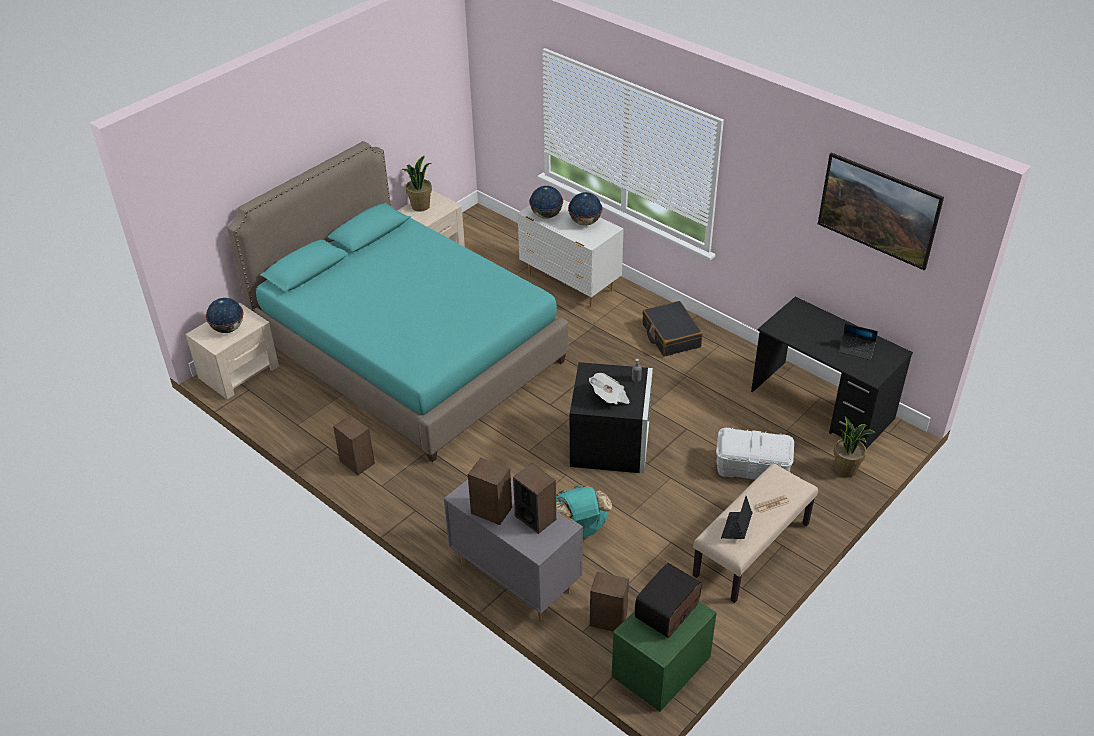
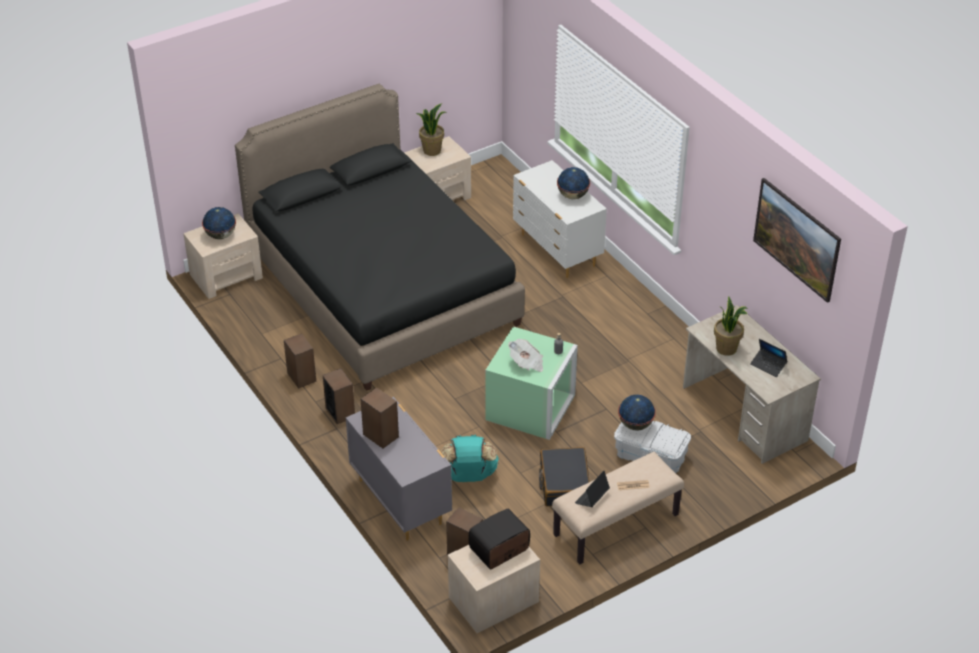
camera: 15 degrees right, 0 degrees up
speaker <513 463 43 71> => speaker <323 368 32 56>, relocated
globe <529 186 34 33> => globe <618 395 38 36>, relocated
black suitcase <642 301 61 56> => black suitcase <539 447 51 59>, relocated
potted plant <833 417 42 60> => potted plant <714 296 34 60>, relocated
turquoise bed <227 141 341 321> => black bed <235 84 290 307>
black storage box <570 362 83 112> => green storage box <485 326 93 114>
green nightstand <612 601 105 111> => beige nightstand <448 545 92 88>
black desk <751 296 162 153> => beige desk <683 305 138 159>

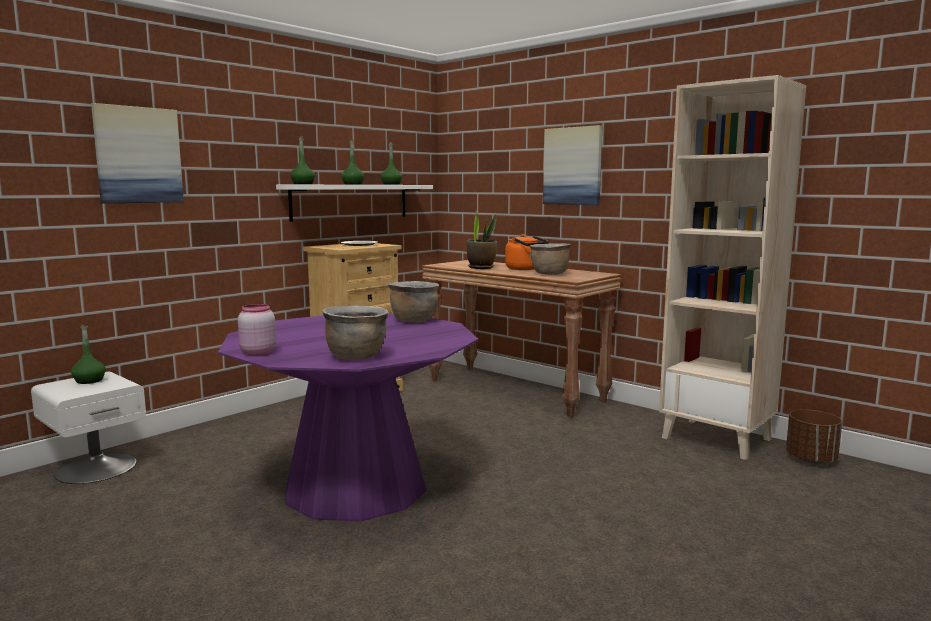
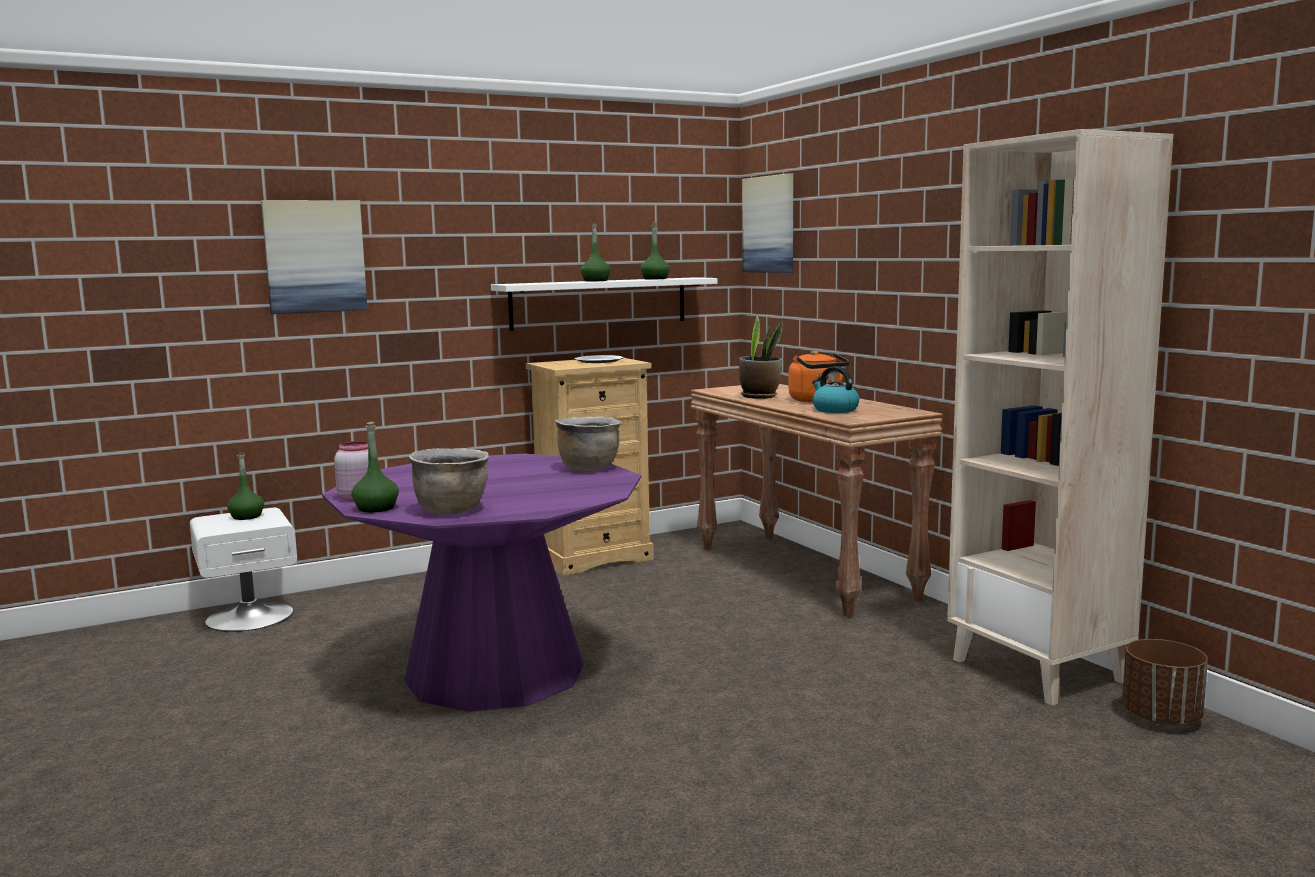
camera: 20 degrees right, 0 degrees up
green bottle <290 137 25 47> => green bottle <351 422 48 90>, relocated
picture <543 125 59 80> => picture <742 173 51 100>, relocated
brown cooking pot <530 243 41 32> => kettle <812 366 47 47>

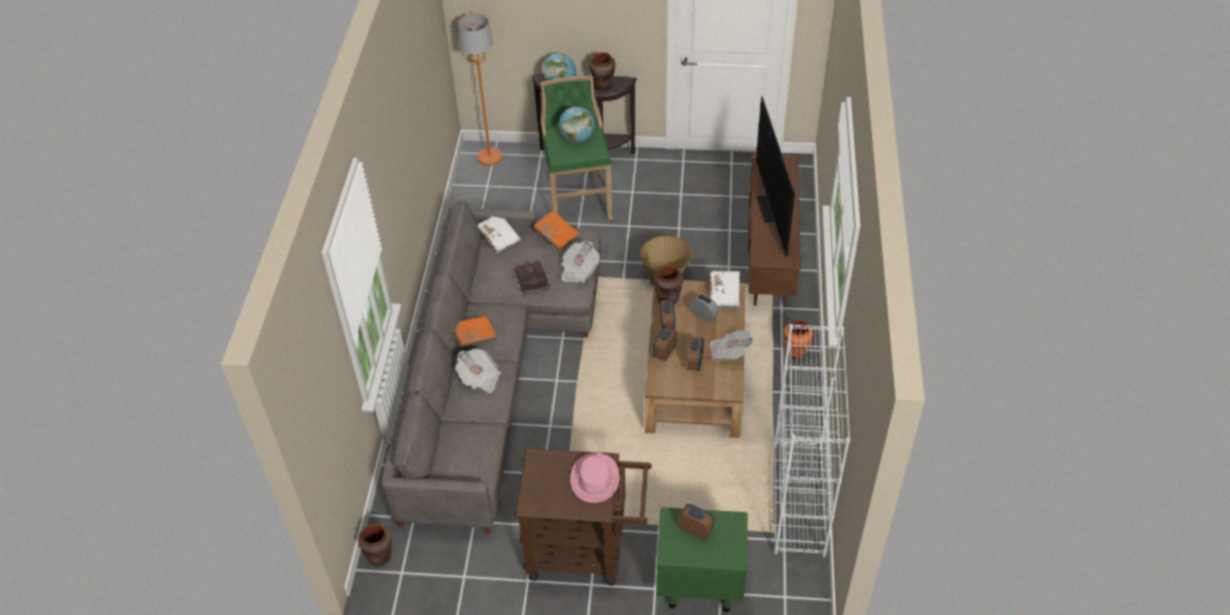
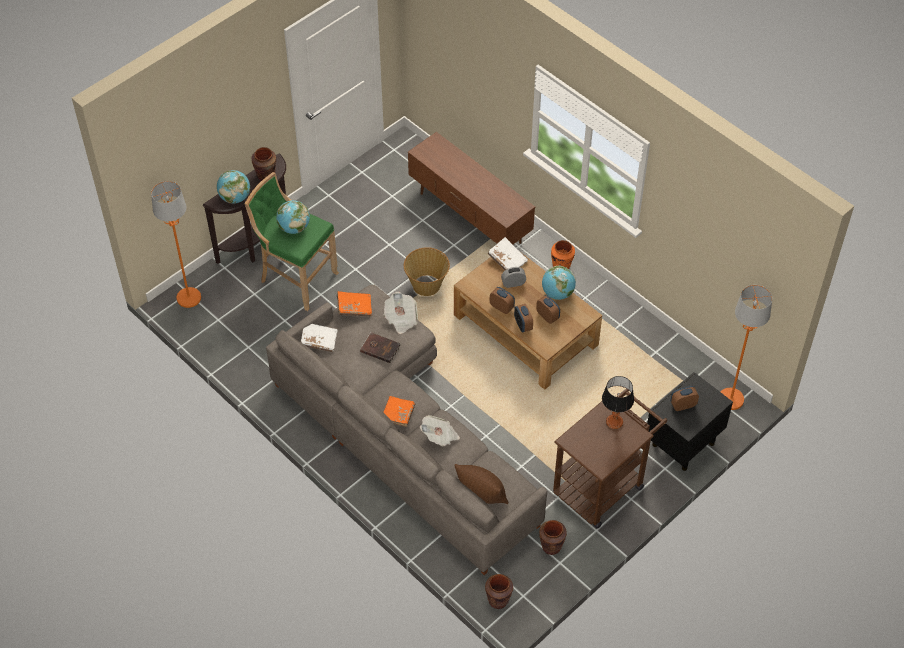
camera: 50 degrees left, 5 degrees up
television <756 96 39 161> => nothing
white bookcase <774 324 76 234> => nothing
nothing => brown pillow <454 464 55 40>
nothing => orange floor lamp <721 285 51 125>
brown vase <654 265 29 40> => brown vase <539 520 28 35>, relocated
pink hat <570 453 49 50> => table lamp <602 376 32 53>
newspaper <710 330 43 31> => globe <542 266 34 34>
green nightstand <656 507 92 105> => black nightstand <647 372 86 99>

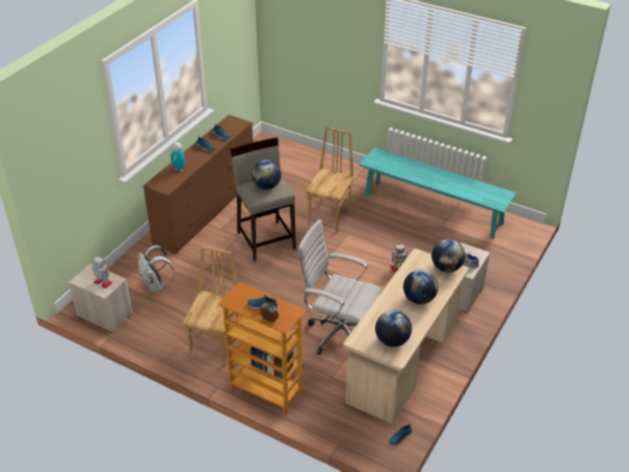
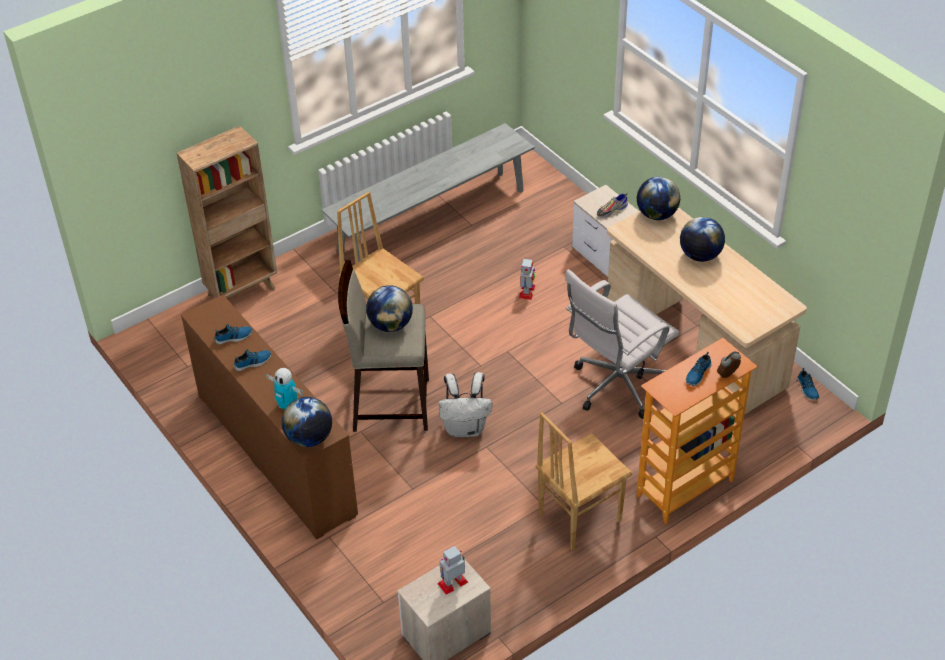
camera: 65 degrees left, 5 degrees up
nothing => brown bookcase <177 126 100 173>
white backpack <138 245 37 48> => white backpack <439 372 53 65>, relocated
globe <375 310 37 37> => globe <282 397 50 50>, relocated
turquoise bench <359 148 158 91> => grey bench <321 123 214 139>
brown chair <182 246 57 120> => brown chair <535 412 97 138>, 75 degrees counterclockwise

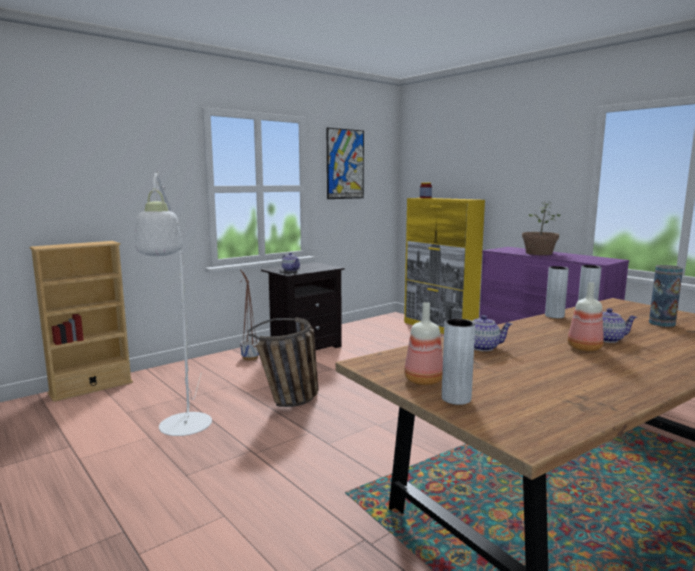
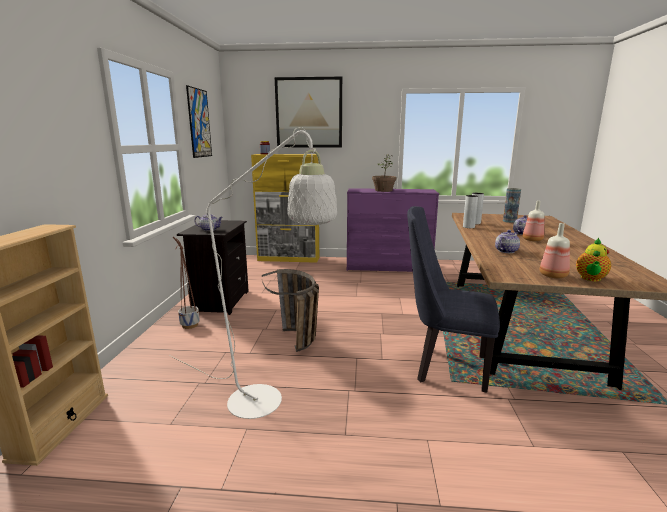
camera: 45 degrees left, 5 degrees up
nothing => picture <275 77 67 71>
nothing => blue chair <407 206 93 187>
grey vase <442 319 33 86> => teapot <576 238 35 43>

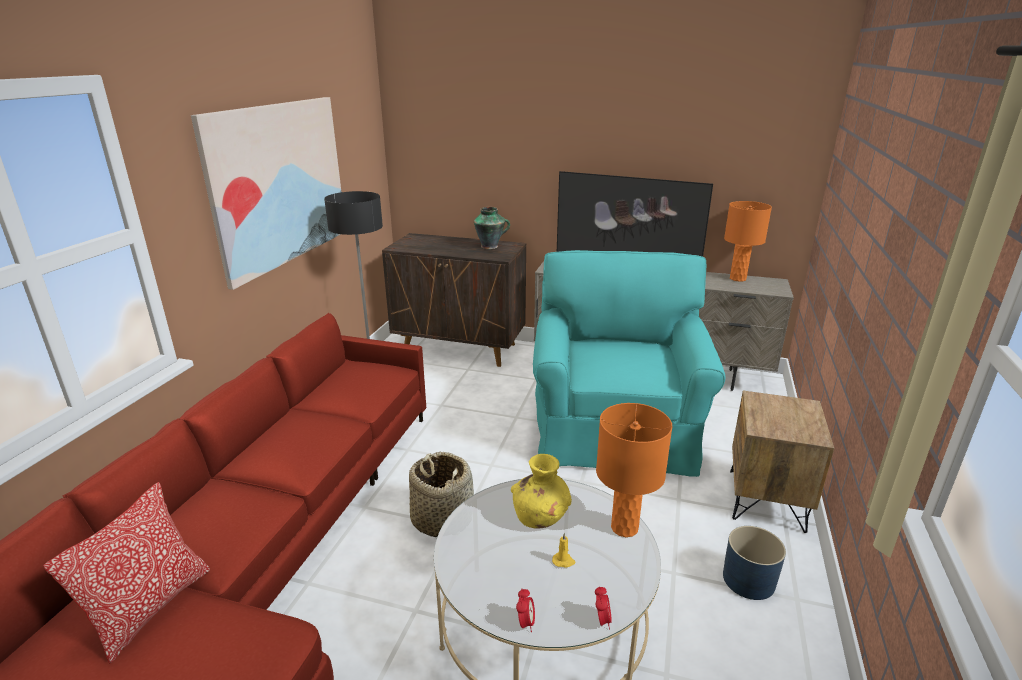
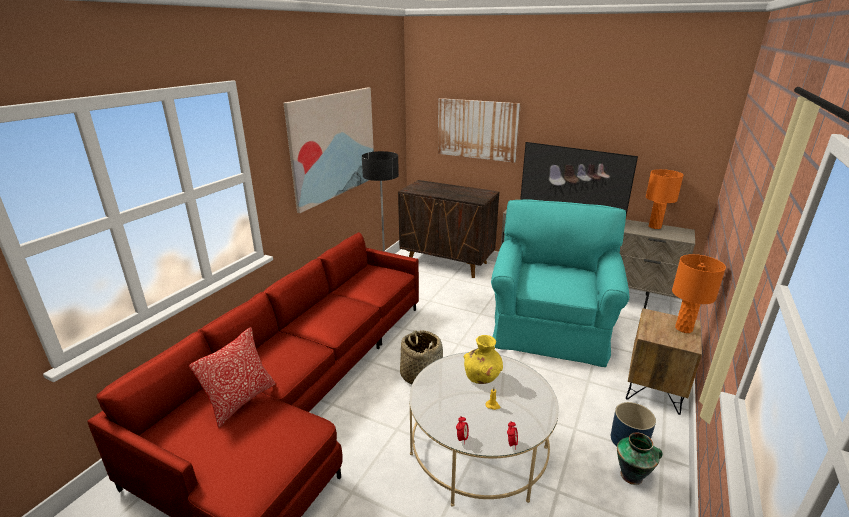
camera: 10 degrees right, 0 degrees up
nothing => picture <438 98 83 65>
vase <474 207 36 42> => vase <617 432 46 53>, relocated
orange table lamp <596 403 76 134> => orange table lamp <672 254 54 79>, relocated

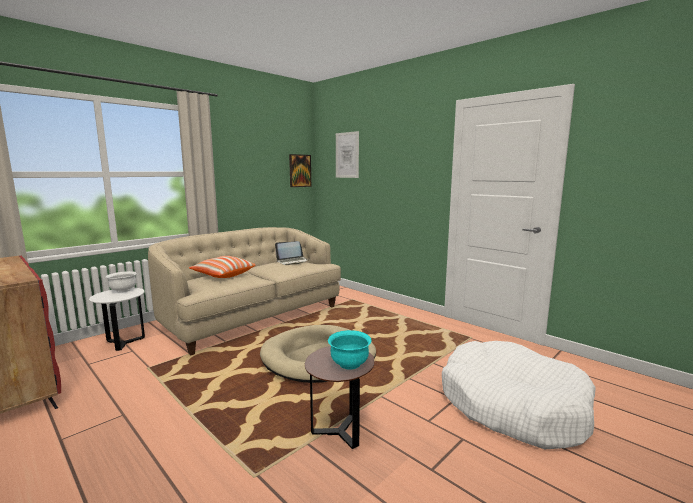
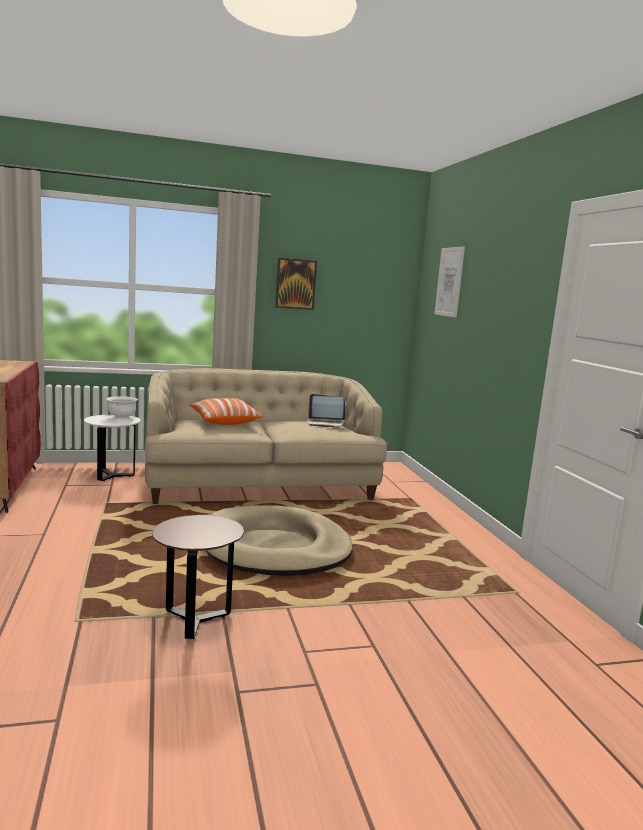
camera: 30 degrees right, 0 degrees up
turquoise bowl <328 330 44 40> => nothing
white dog bed <442 341 154 108> => nothing
picture <289 154 22 33> => picture <275 258 42 52>, relocated

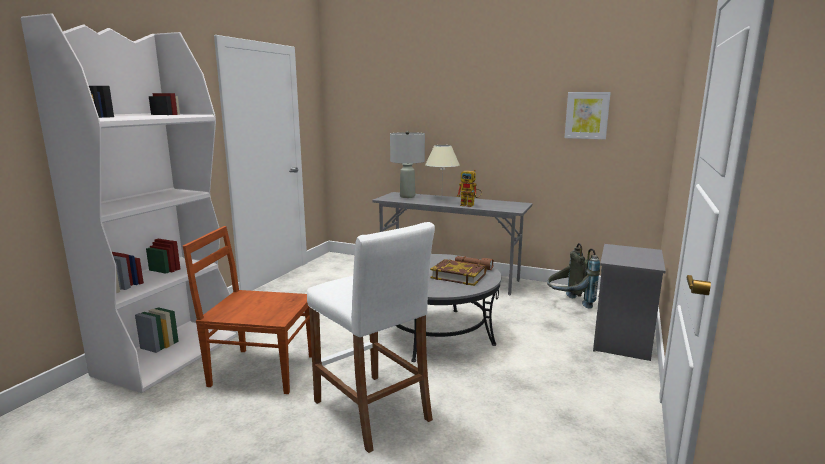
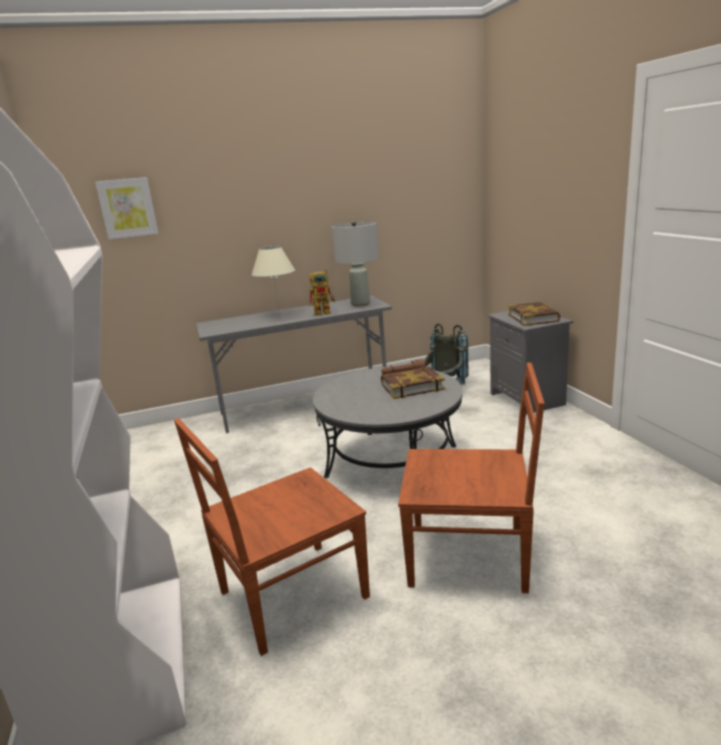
camera: 40 degrees left, 5 degrees up
nothing => book <508 302 53 24>
grey table lamp <390 131 35 67> => grey table lamp <332 221 47 86>, relocated
picture <565 92 46 47> => picture <95 177 64 63>, relocated
white stool <307 222 128 231> => brown chair <398 363 147 230>

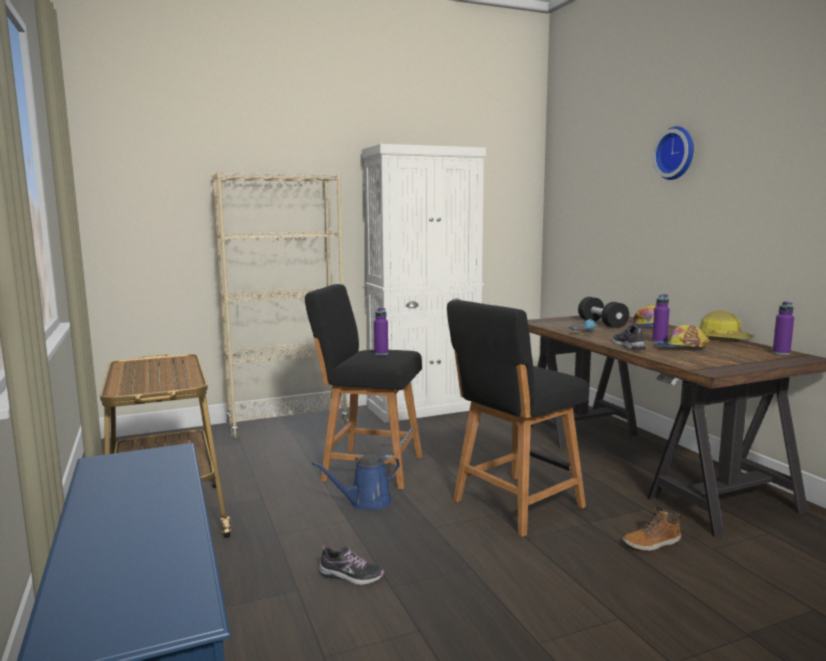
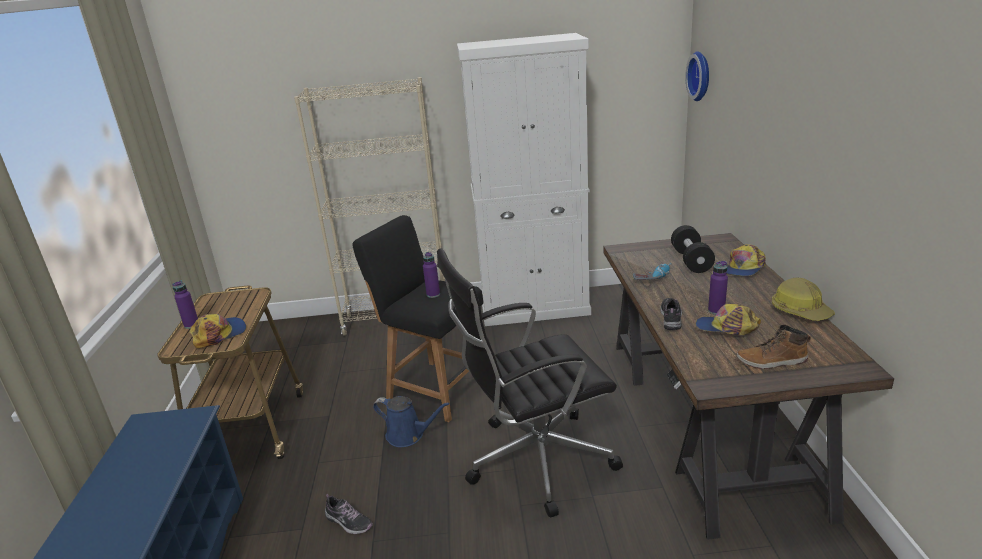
camera: 20 degrees right, 15 degrees up
nothing => cap <189 314 57 34>
boot <622 506 59 45> => boot <737 325 74 44>, relocated
wall clock <652 126 42 54> => wall clock <685 51 24 50>, relocated
purple bottle <773 302 21 53> => purple bottle <172 281 26 48>, relocated
black stool <447 300 142 237> => black office chair <437 248 186 269>
blue watering can <312 454 88 56> => blue watering can <373 396 77 51>, 150 degrees counterclockwise

